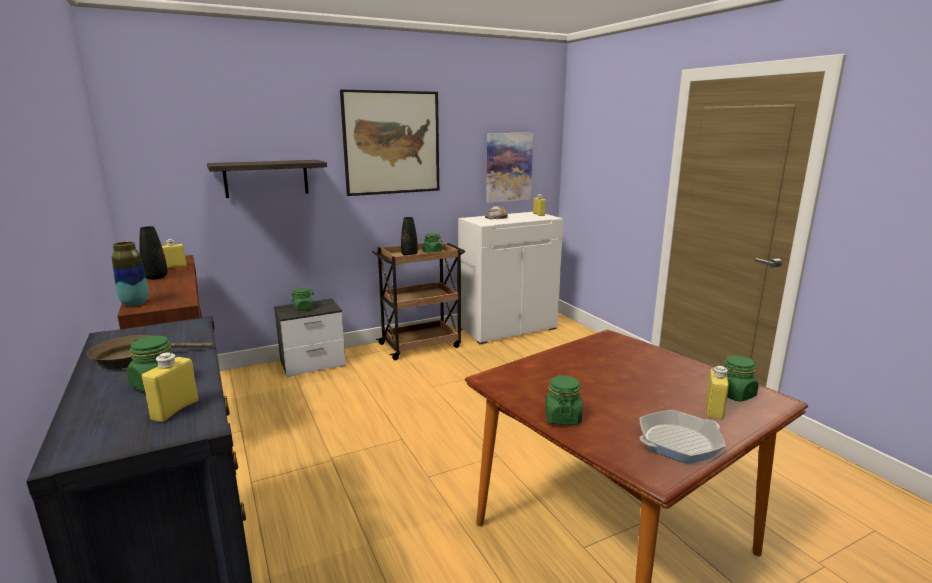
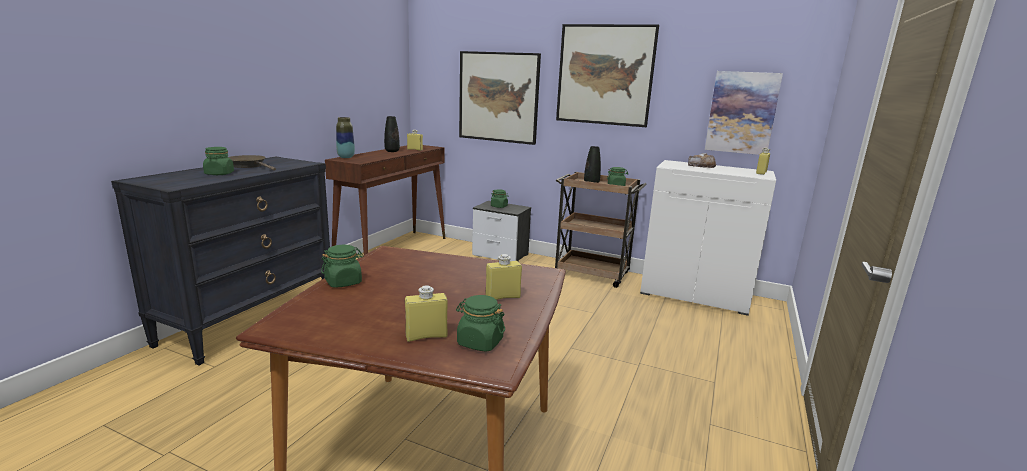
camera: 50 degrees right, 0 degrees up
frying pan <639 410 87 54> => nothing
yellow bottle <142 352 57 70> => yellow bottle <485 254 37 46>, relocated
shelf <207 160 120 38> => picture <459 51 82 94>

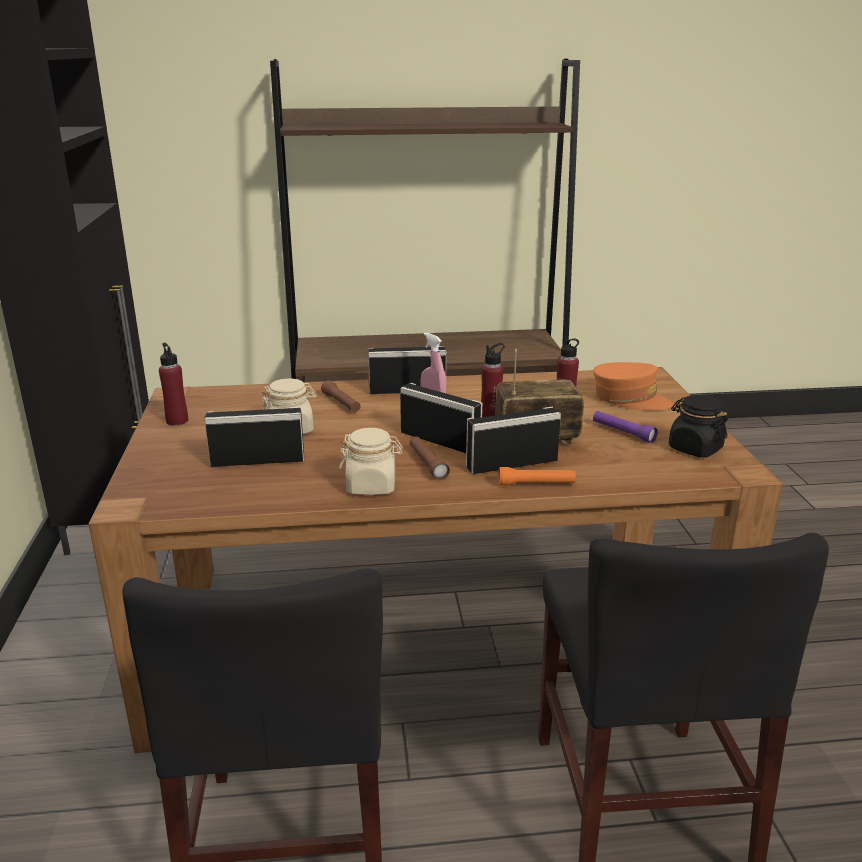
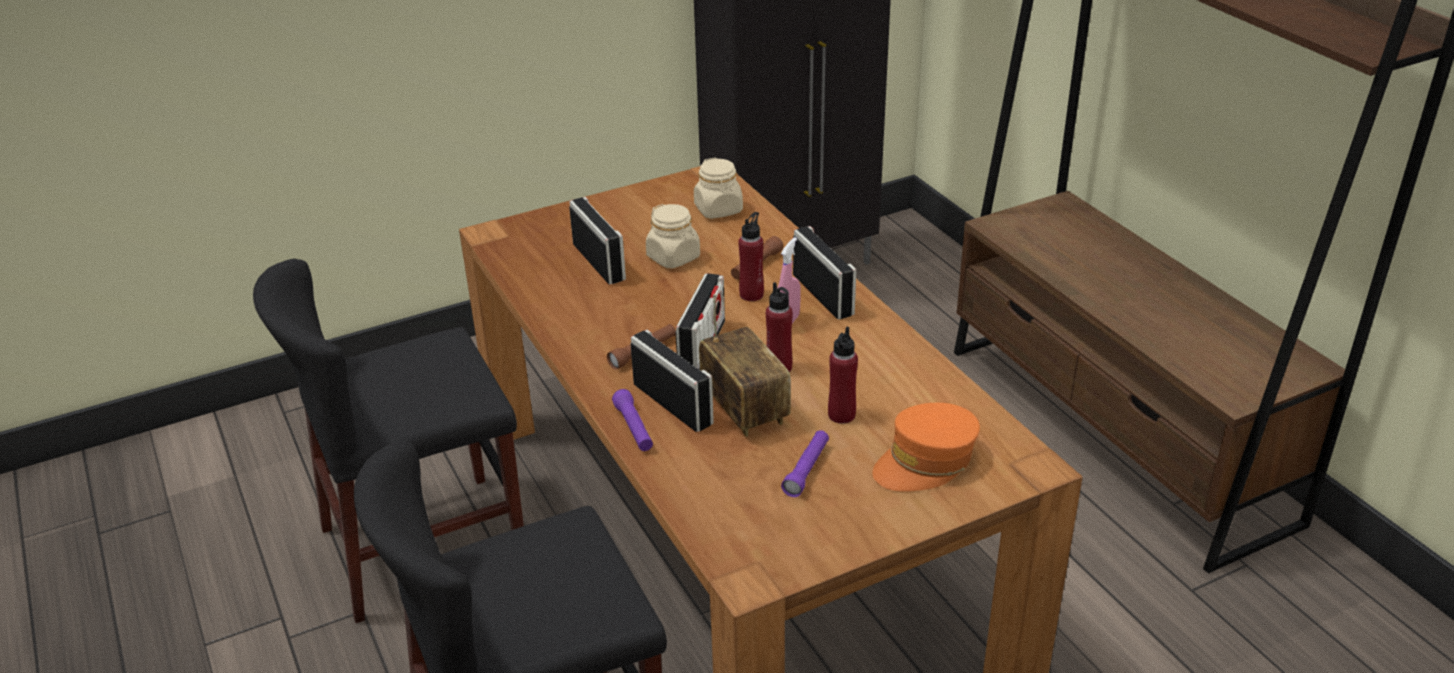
camera: 70 degrees right, 10 degrees up
black jar <669 395 59 63> => nothing
red bottle <159 343 29 83> => red bottle <739 212 25 89>, relocated
beige jar <339 428 64 67> => beige jar <694 158 49 61>, relocated
orange flashlight <499 467 77 18> => purple flashlight <612 389 41 62>
orange cap <593 362 81 49> => orange cap <873 403 107 89>, 45 degrees clockwise

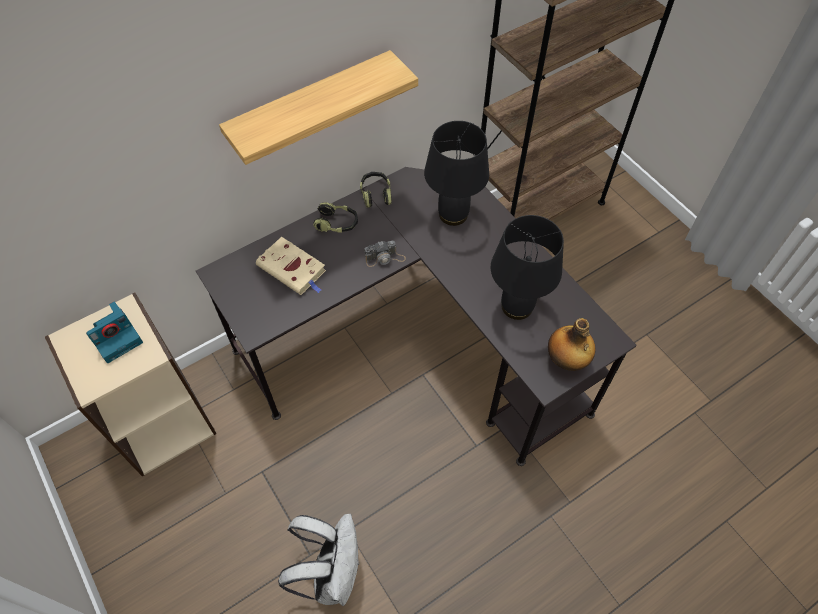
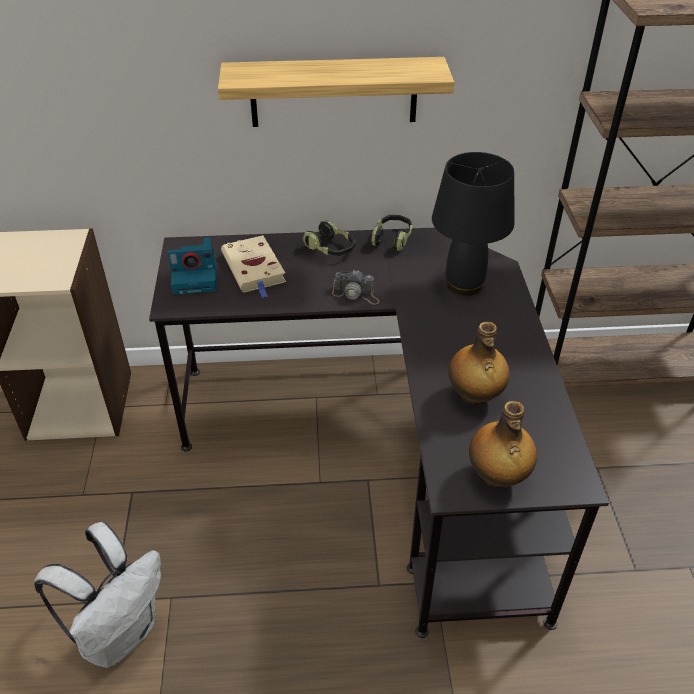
camera: 30 degrees right, 15 degrees down
photo camera <86 302 57 61> => photo camera <168 237 49 58>, relocated
black table lamp <491 215 73 105> => bottle <449 322 61 84>

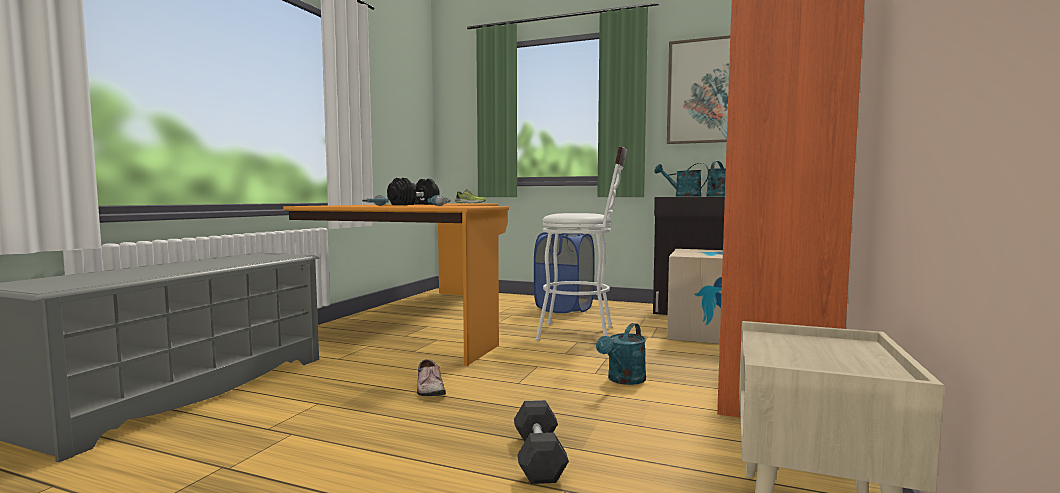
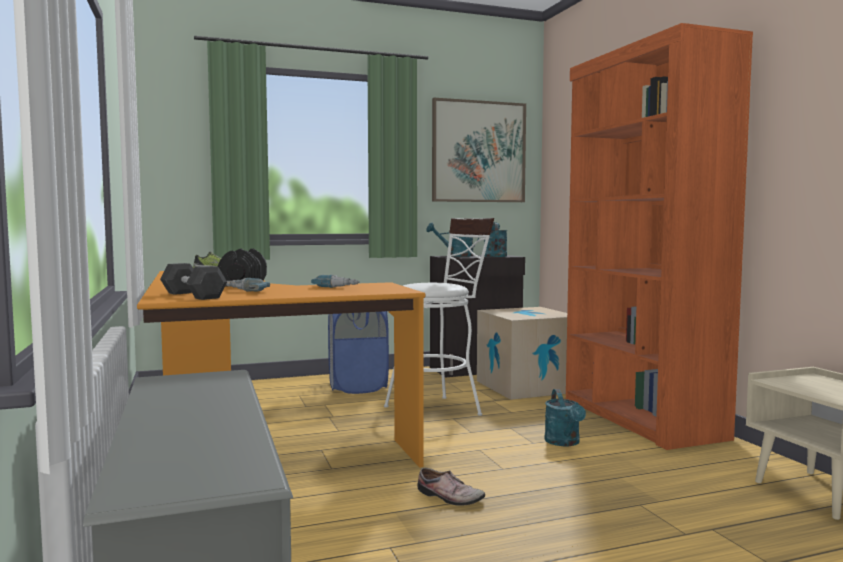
camera: 40 degrees left, 0 degrees up
grey dumbbell <514 400 55 84> => grey dumbbell <160 263 67 37>, relocated

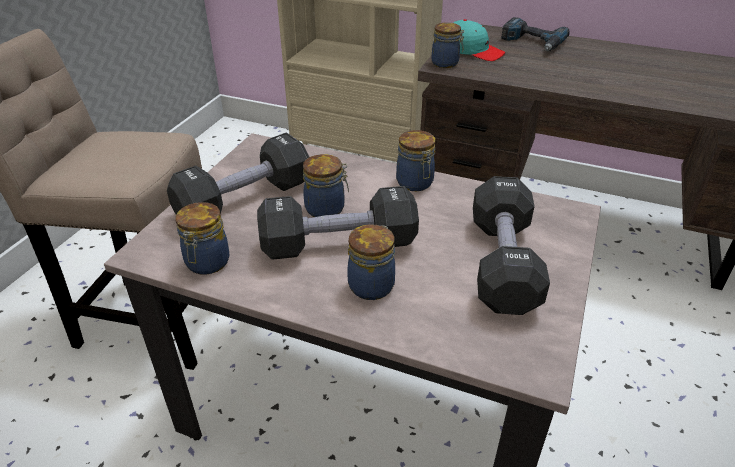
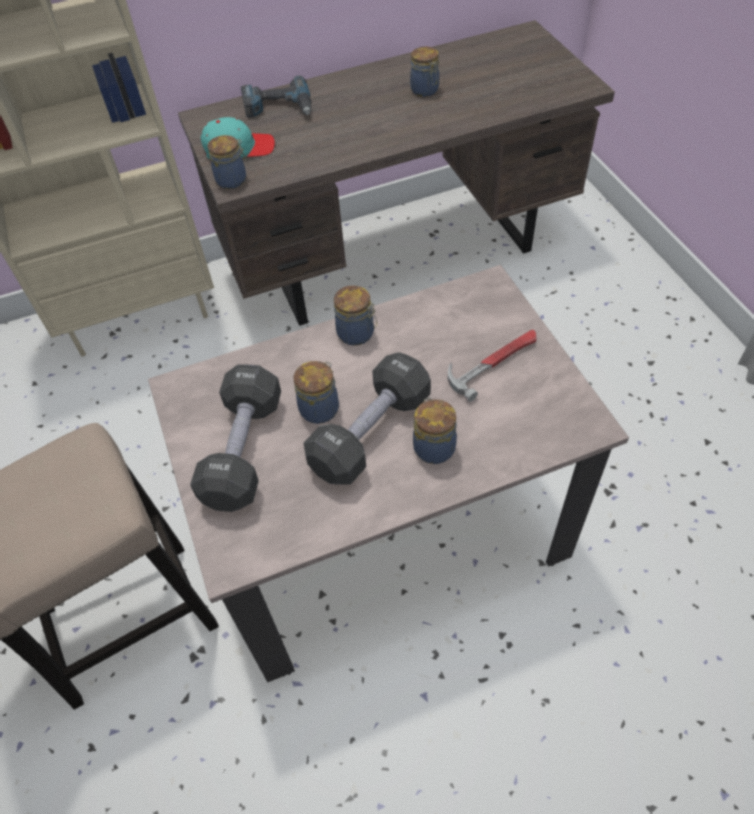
camera: 40 degrees left, 15 degrees up
jar <176 202 54 73> => jar <410 46 29 51>, relocated
black dumbbell <473 176 77 139> => hammer <448 330 89 72>

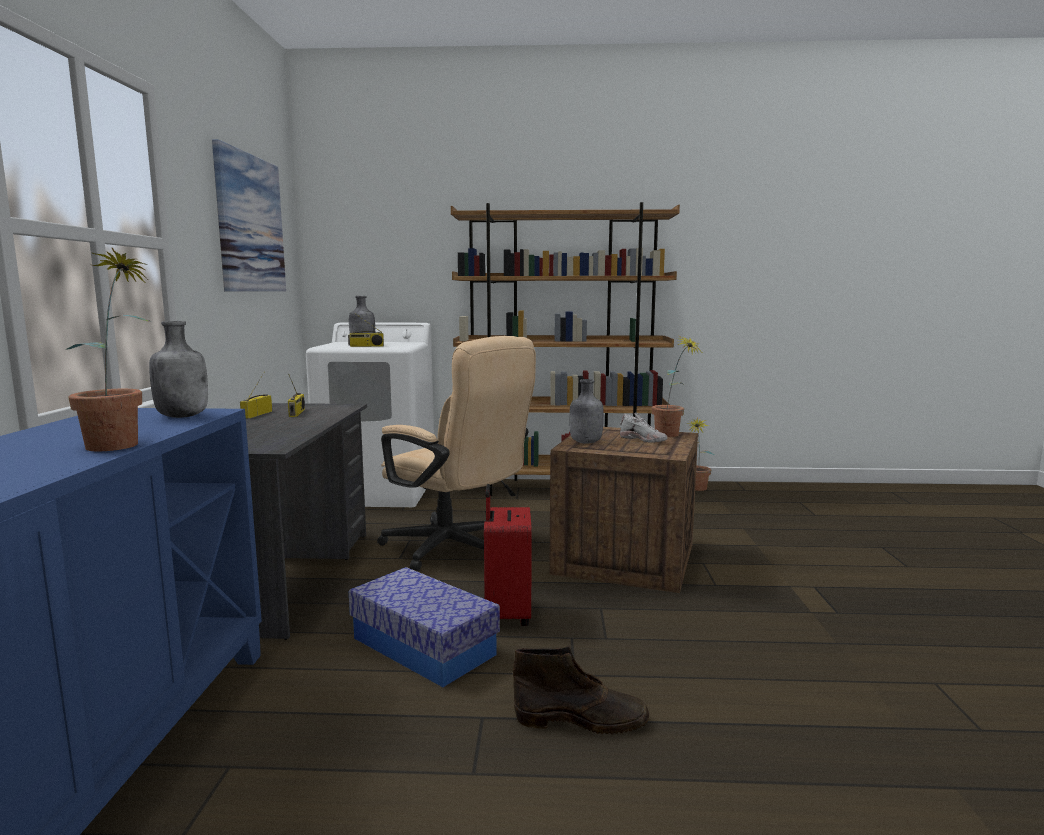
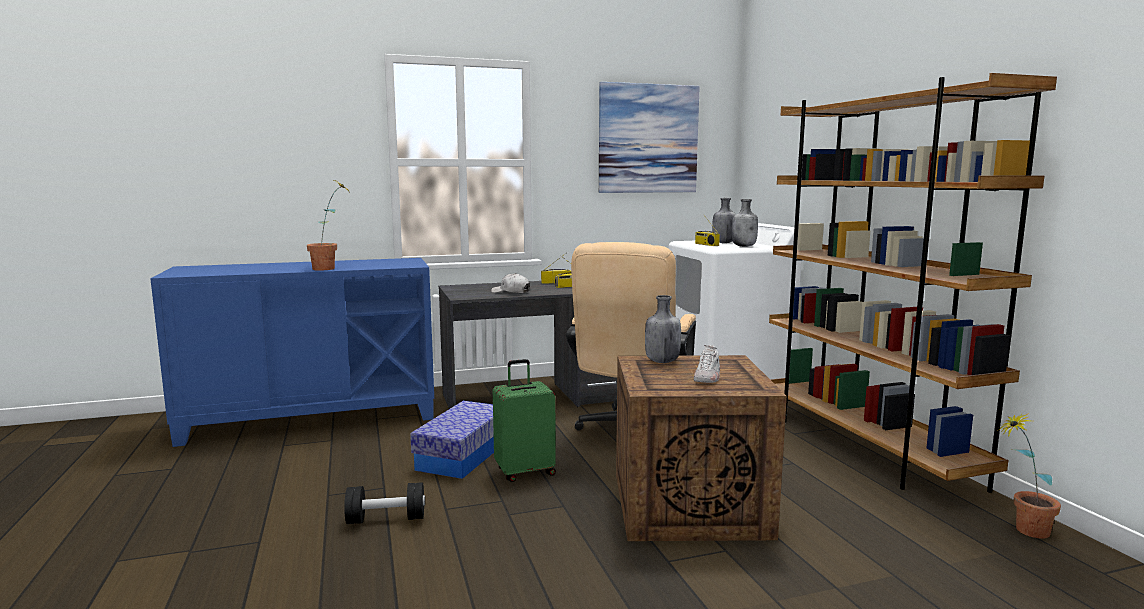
camera: 70 degrees right, 0 degrees up
potted plant <652 335 48 102> => nothing
nothing => white cap <491 273 39 20>
grey bottle <149 321 59 97> => grey bottle <732 199 26 48>, relocated
brown boot <513 645 136 90> => black dumbbell <344 482 81 42>
red suitcase <484 484 48 142> => green suitcase <493 359 63 123>

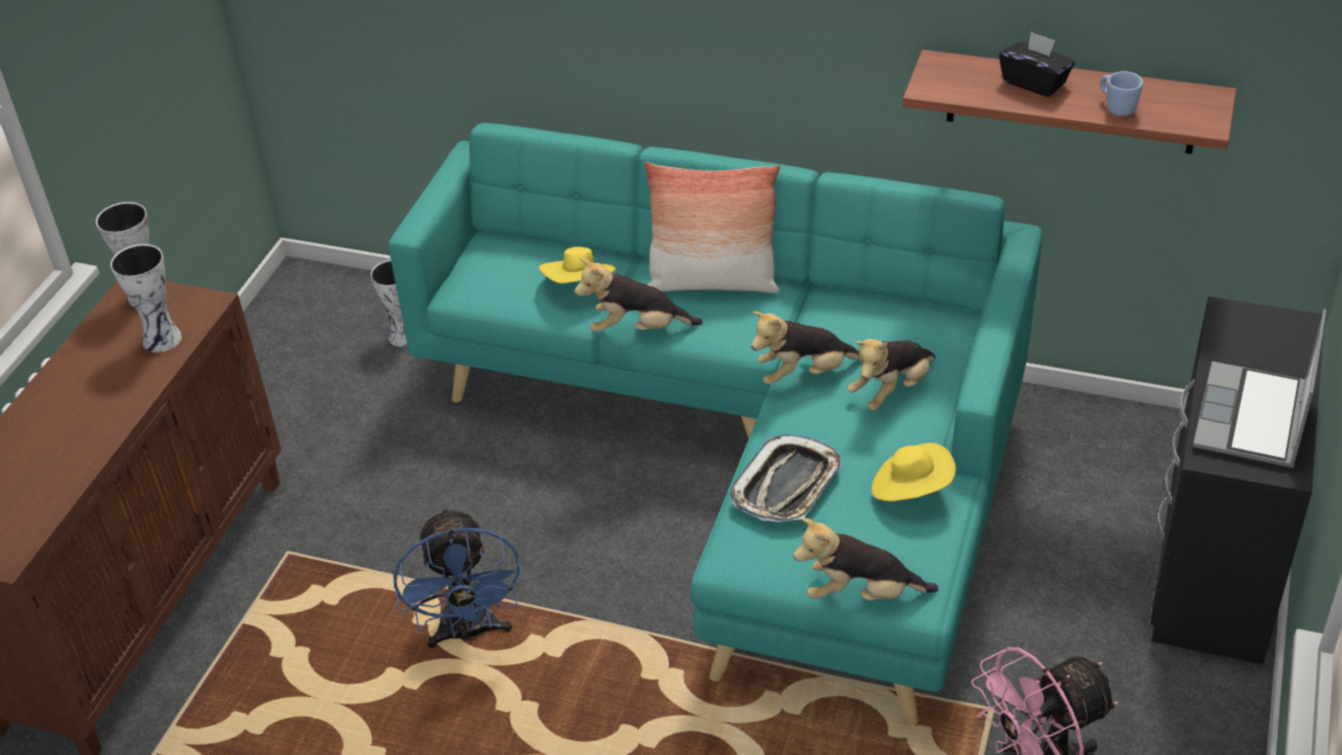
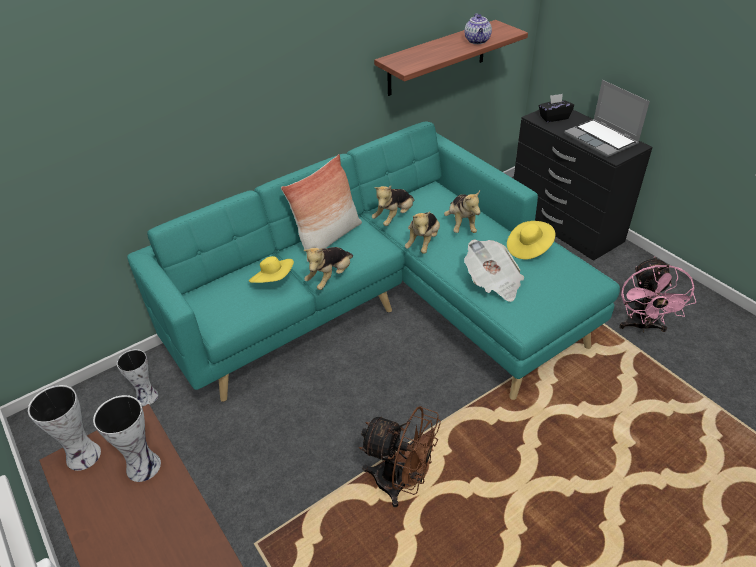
camera: 55 degrees left, 0 degrees up
plush toy <793 518 145 82> => plush toy <372 186 42 40>, relocated
black tissue box <999 31 76 66> => black tissue box <539 94 35 28>, relocated
tray <730 434 112 88> => newspaper <464 239 60 63>
blue mug <1101 71 42 45> => teapot <464 13 28 31>
blue fan <393 506 130 142> => brown fan <359 406 82 102>

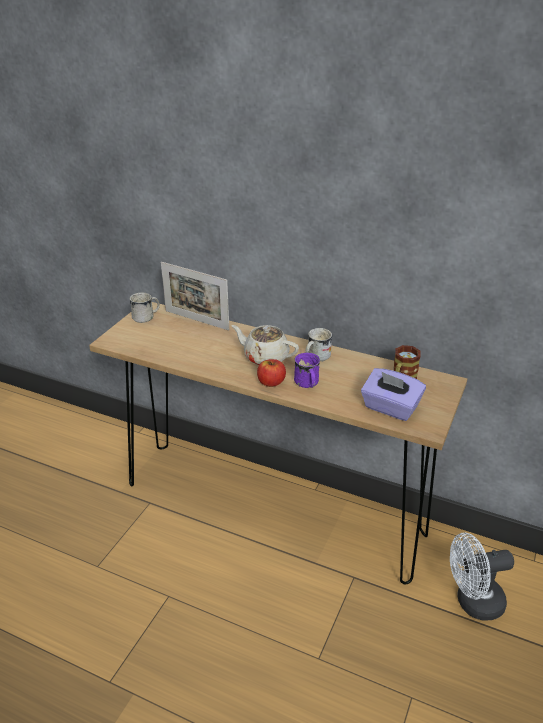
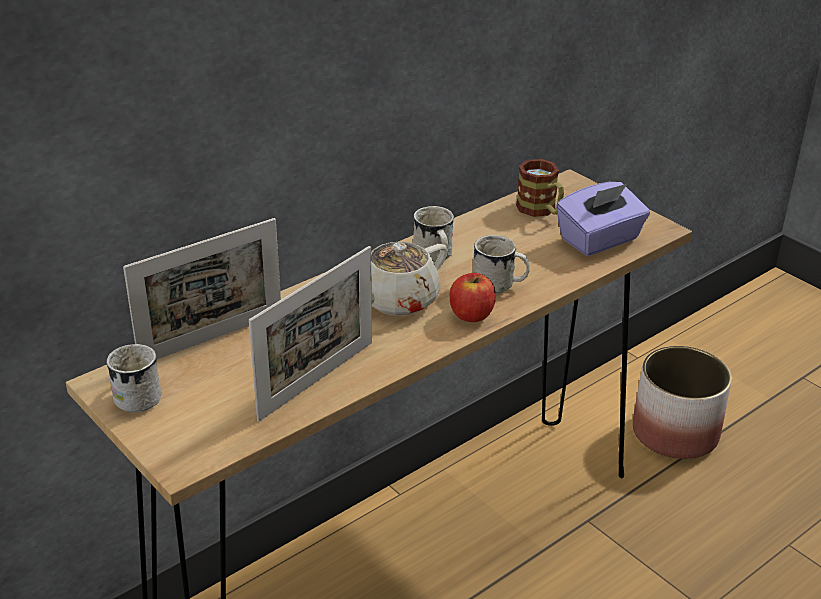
camera: 65 degrees left, 0 degrees up
nothing => picture frame <249 246 123 176>
white fan <450 533 64 87> => planter <633 346 99 113>
purple mug <294 353 26 35> => white mug <473 235 57 59>

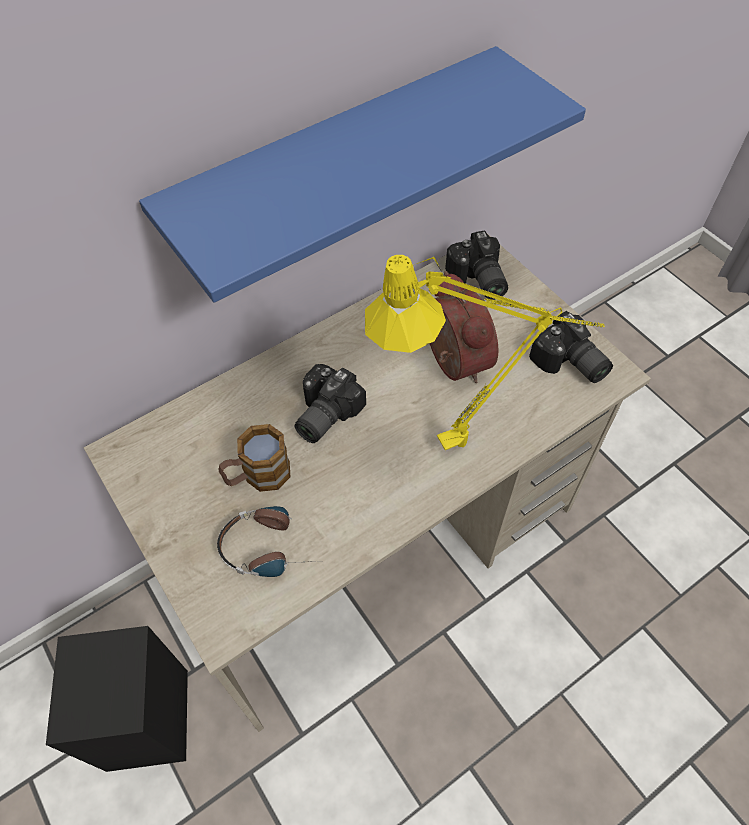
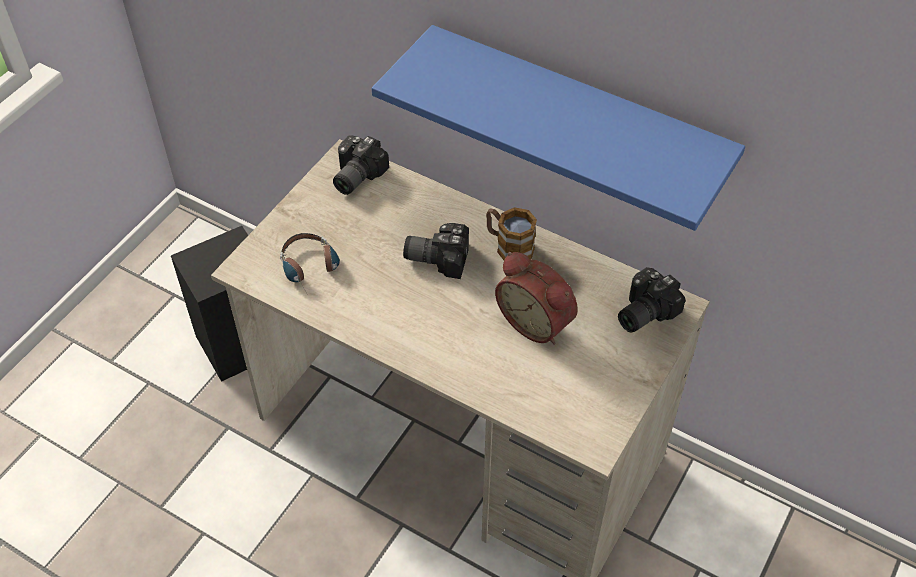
camera: 65 degrees right, 5 degrees down
yellow table lamp <365 255 240 195> => nothing
mug <218 424 72 68> => mug <486 207 51 53>, relocated
photo camera <529 311 84 72> => photo camera <333 135 56 60>, relocated
alarm clock <430 271 68 112> => alarm clock <495 252 83 93>, 90 degrees clockwise

